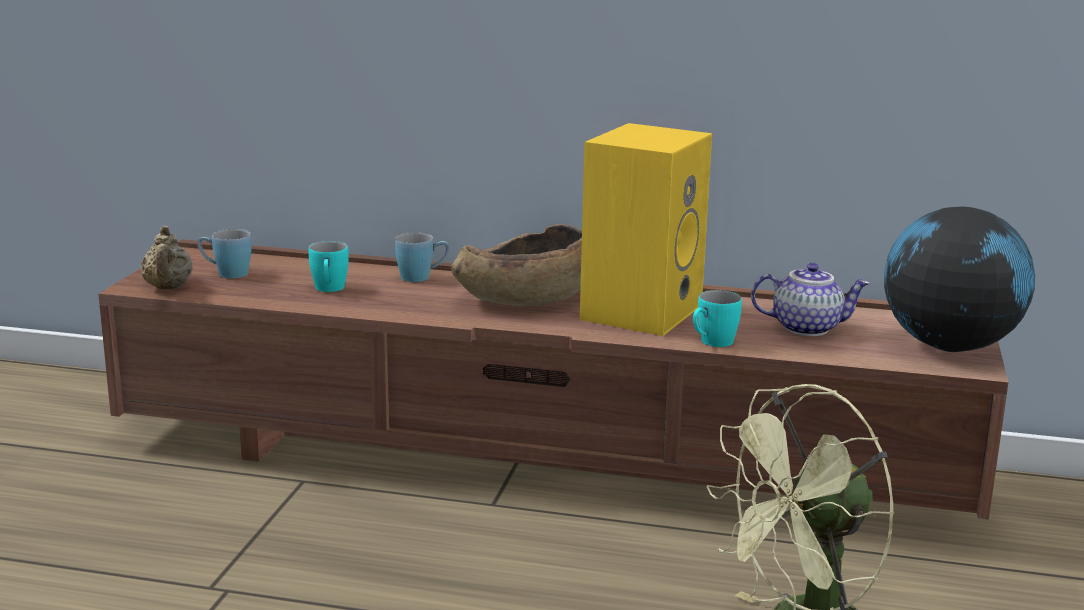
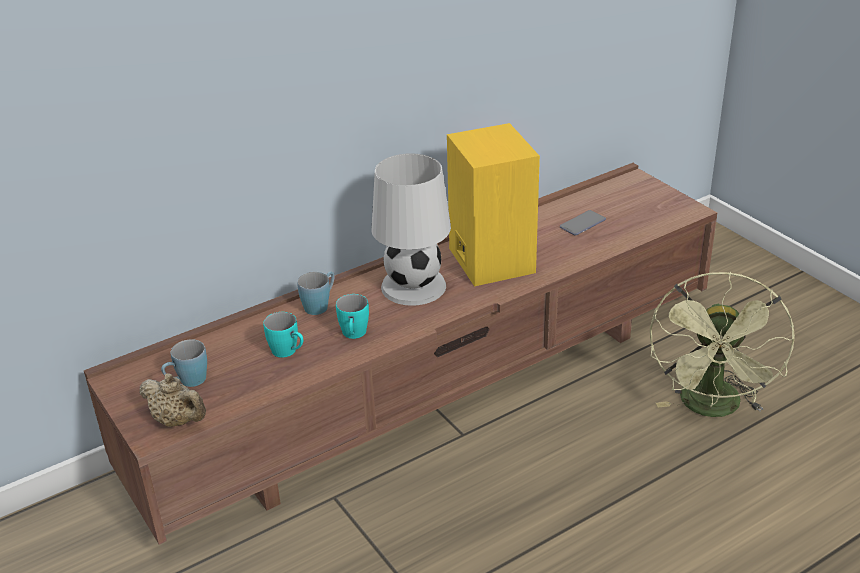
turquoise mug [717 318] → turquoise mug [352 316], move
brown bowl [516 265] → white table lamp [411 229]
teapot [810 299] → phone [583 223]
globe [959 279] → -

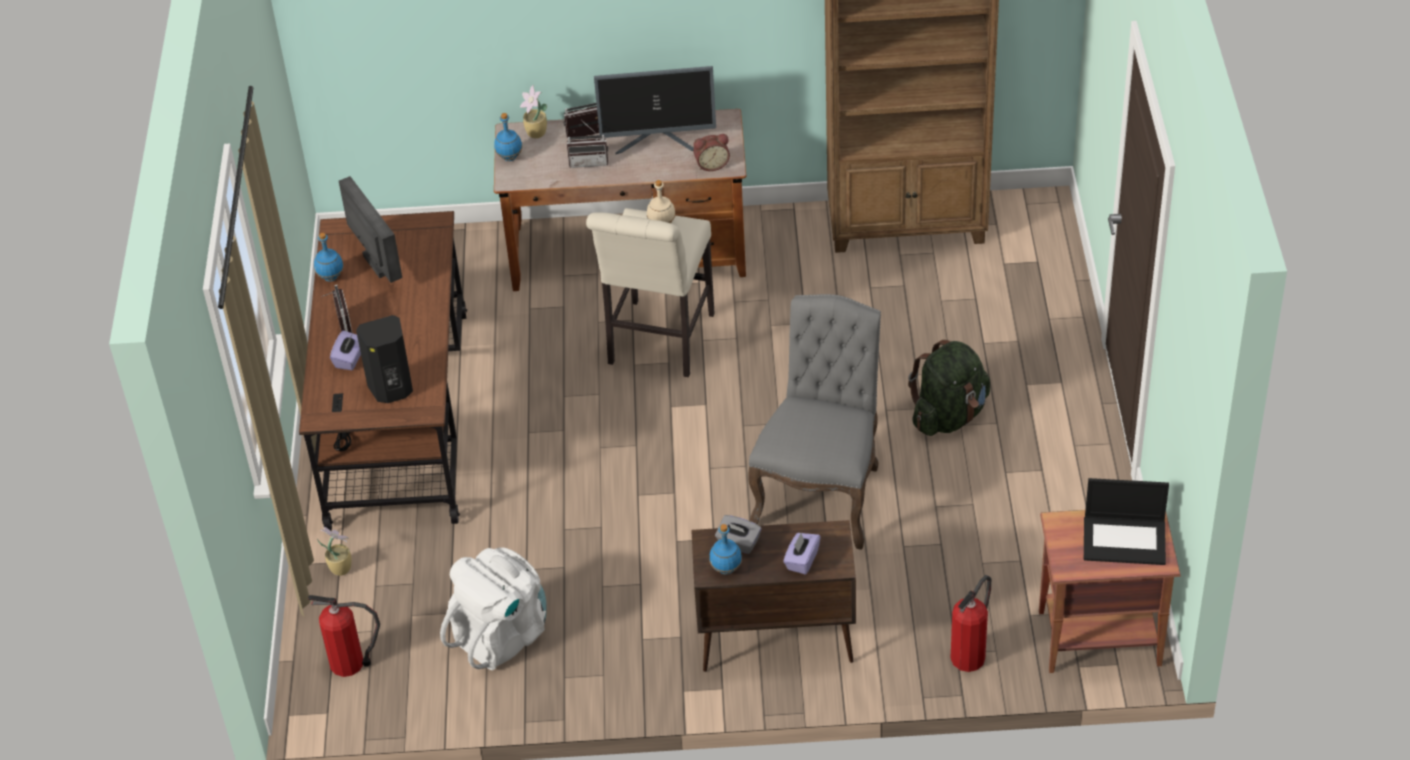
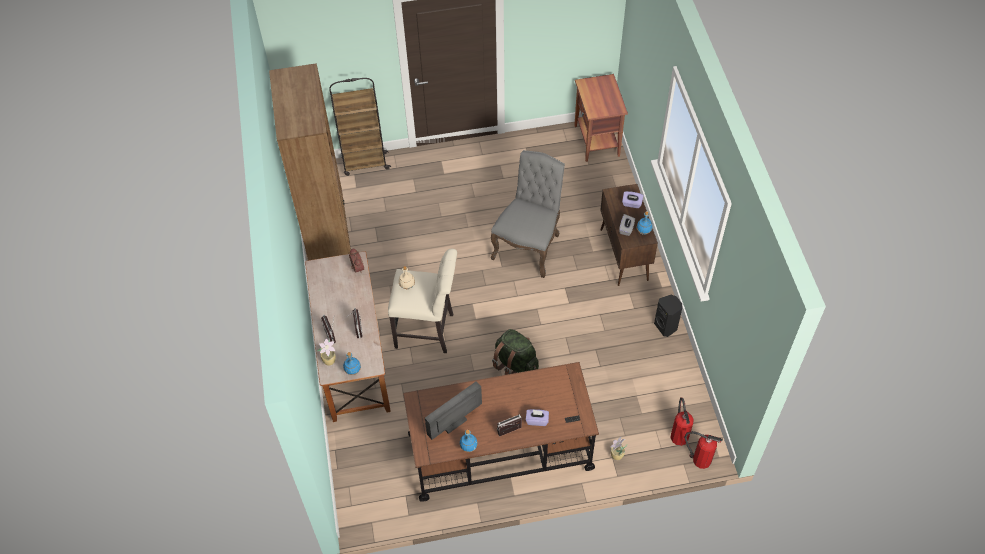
- → brown cart [360 127]
grey chair [814 422] → grey chair [528 214], 105 degrees clockwise
green backpack [949 388] → green backpack [515 352], move
black speaker [384 359] → black speaker [668 315], move
fire extinguisher [971 623] → fire extinguisher [703 450], move
white backpack [493 608] → -
monitor [655 110] → -
laptop [1126 521] → -

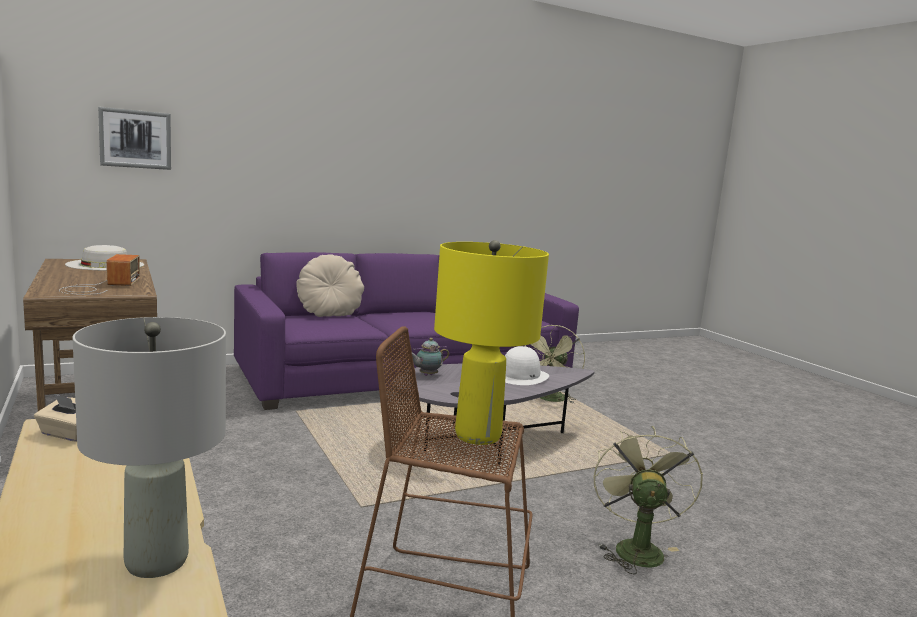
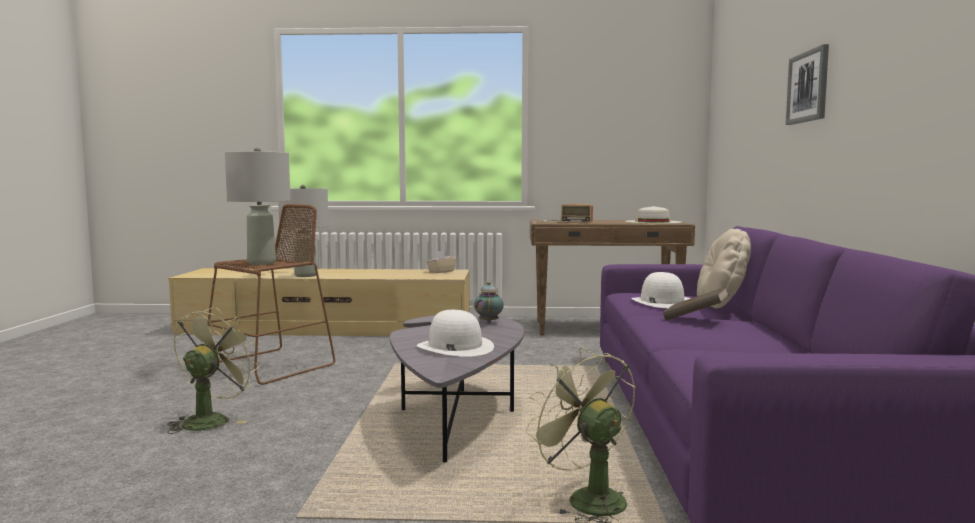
green fan [648 500] → green fan [214 370], 105 degrees counterclockwise
yellow table lamp [491 342] → grey table lamp [258 206]
- → white hat [661 290]
- → brown book [696 304]
picture [134 138] → picture [807 84], move

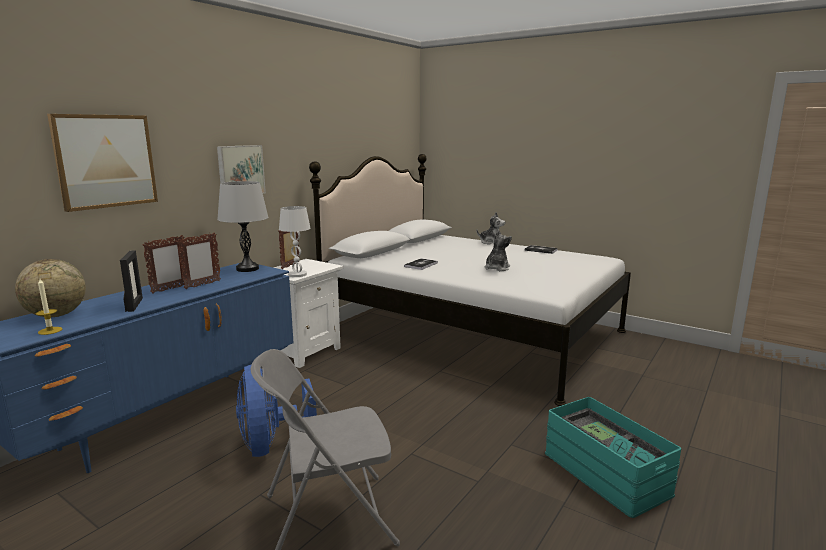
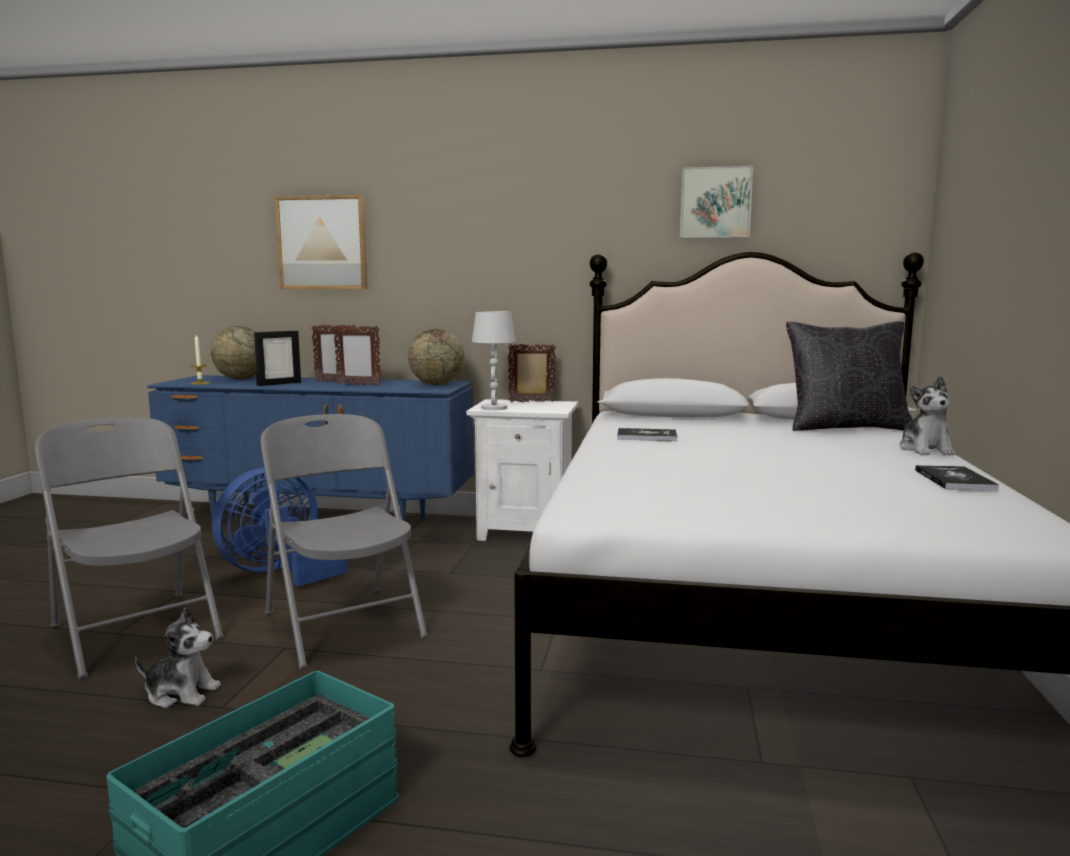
plush toy [498 250] → plush toy [178 657], move
- → grey chair [344 541]
grey table lamp [242 226] → globe [436 357]
picture [241 169] → picture [716 202], move
- → black pillow [848 376]

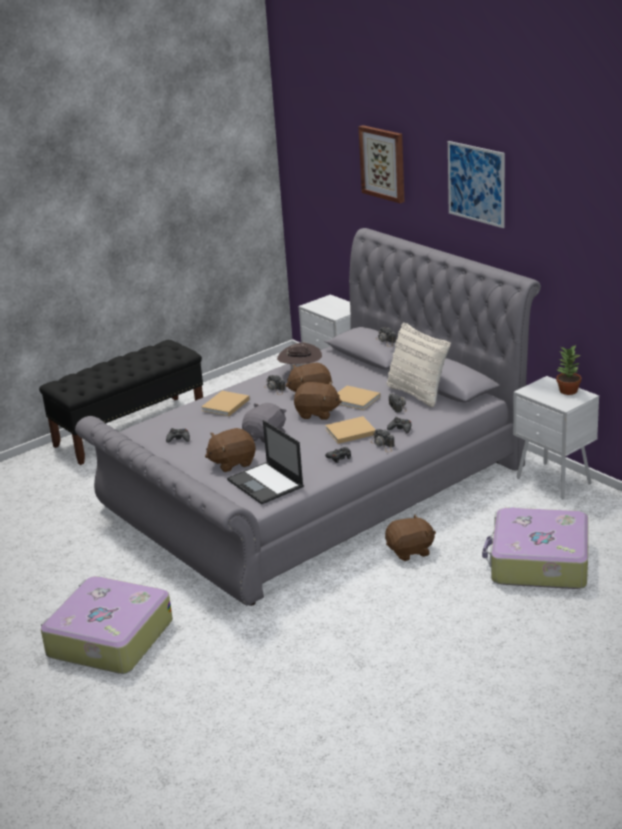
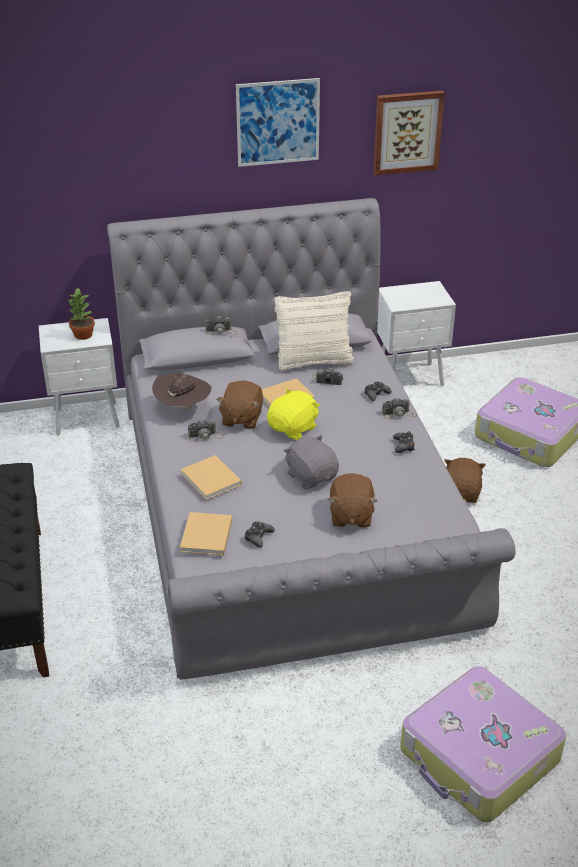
potted plant [569 370] → potted plant [81 314], move
beige book [350 430] → beige book [206 534], move
brown plush toy [318 400] → yellow plush toy [293 414]
picture [381 164] → picture [409 132], move
laptop [265 462] → -

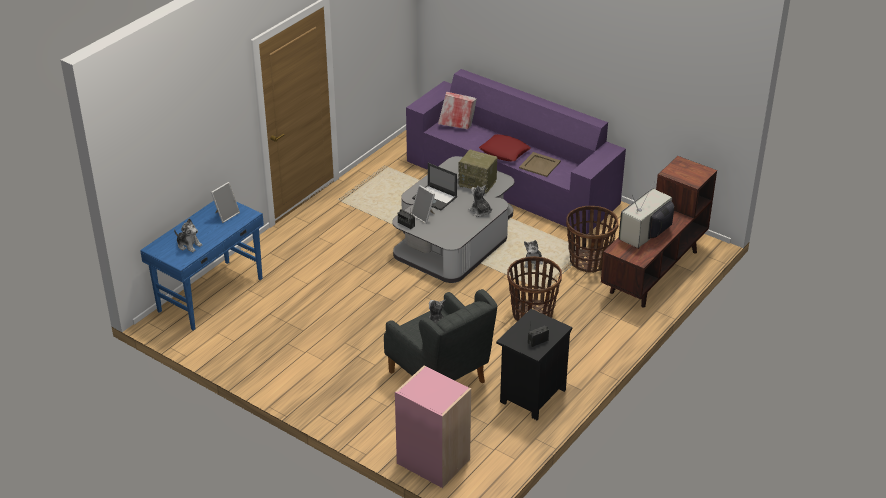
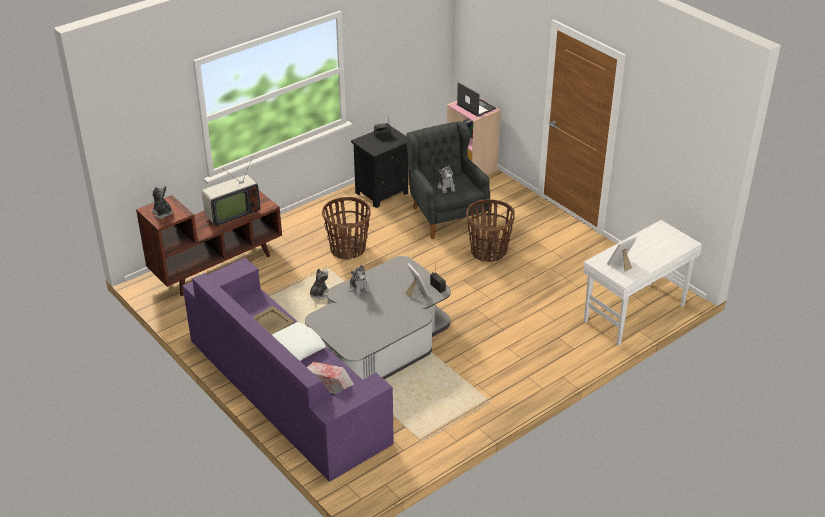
plush toy [188 235] → plush toy [162 202], move
red pillow [505 147] → white pillow [298 341]
laptop [434 187] → laptop [476 99], move
basket [592 239] → basket [490 230], move
blue console table [202 266] → white console table [642 283]
radio [477 171] → -

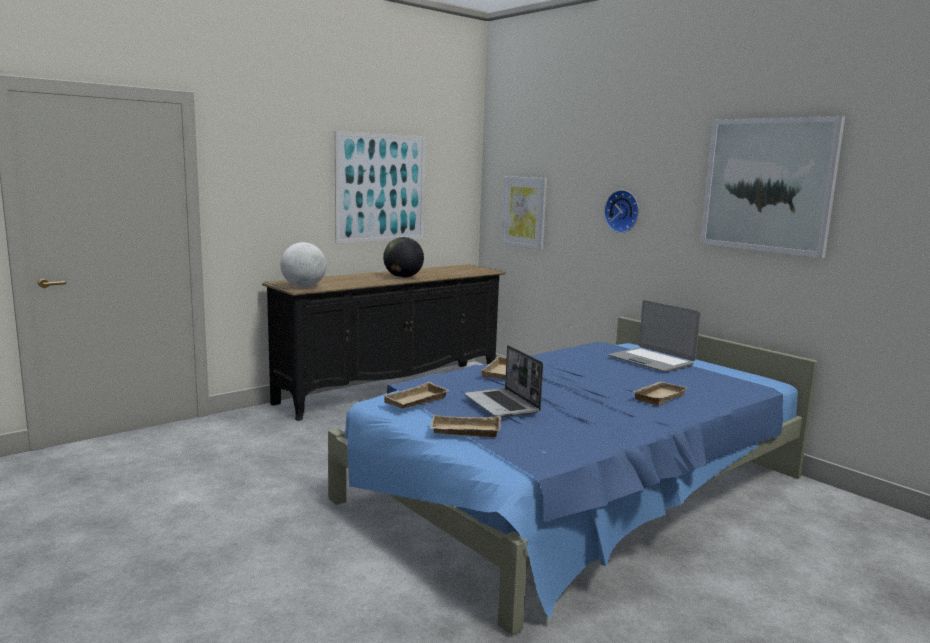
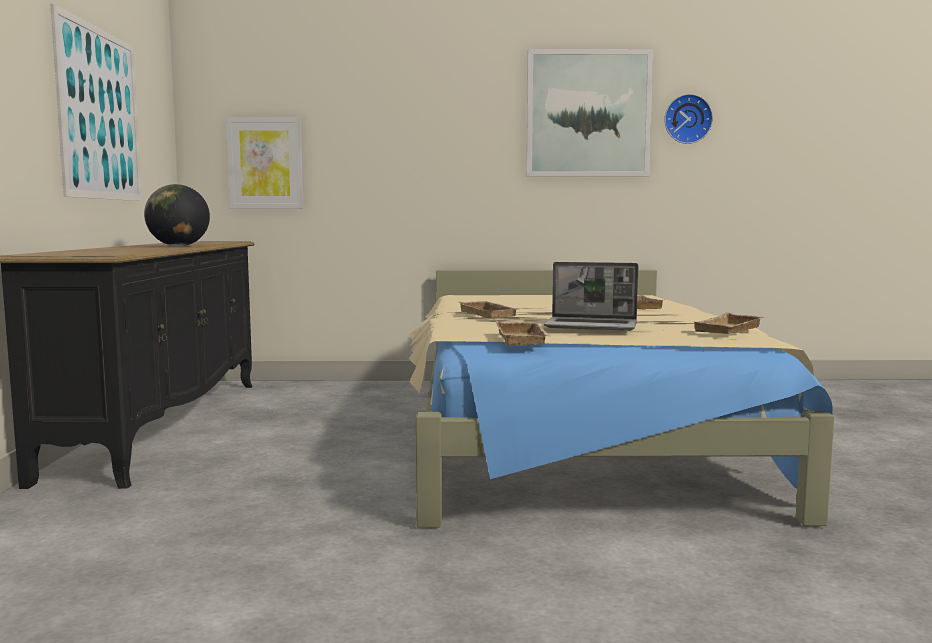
blue bed [572 476] → beige bed [621 399]
wall clock [621 211] → wall clock [688 119], move
beige tray [465 426] → beige tray [728 323], move
globe [303 264] → -
laptop [654 336] → -

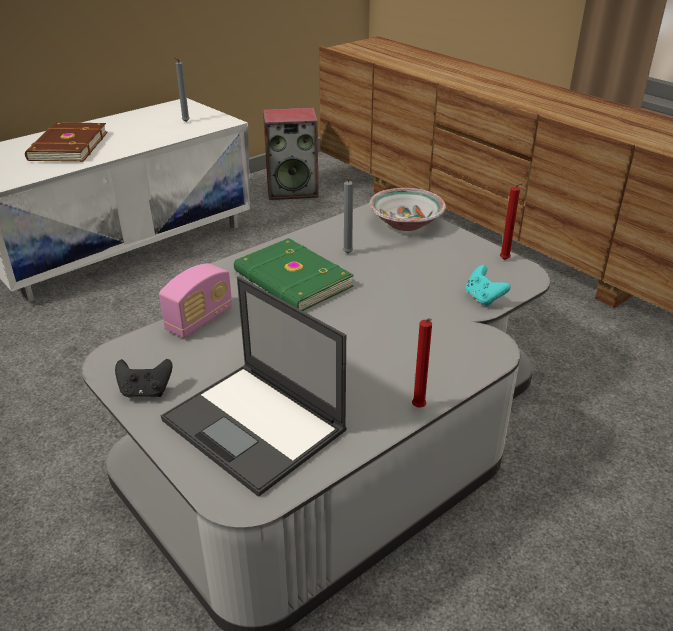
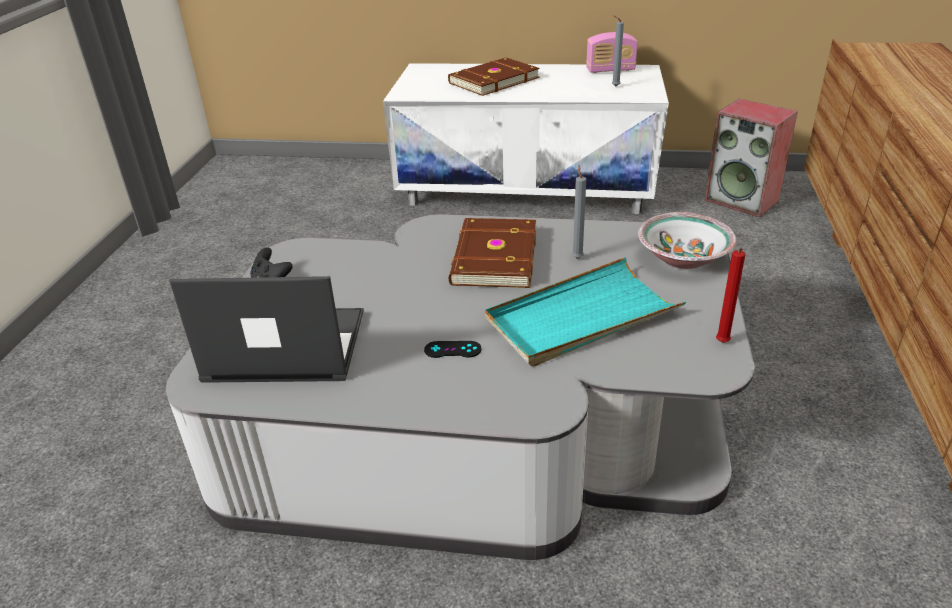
laptop [254 387] → laptop [266 329], 90 degrees clockwise
- → black game controller [453 349]
green book [294 274] → brown book [492 253]
- → turquoise tray [585 312]
radio [195 300] → radio [612 52], move
red candle [422 362] → -
turquoise game controller [488 286] → -

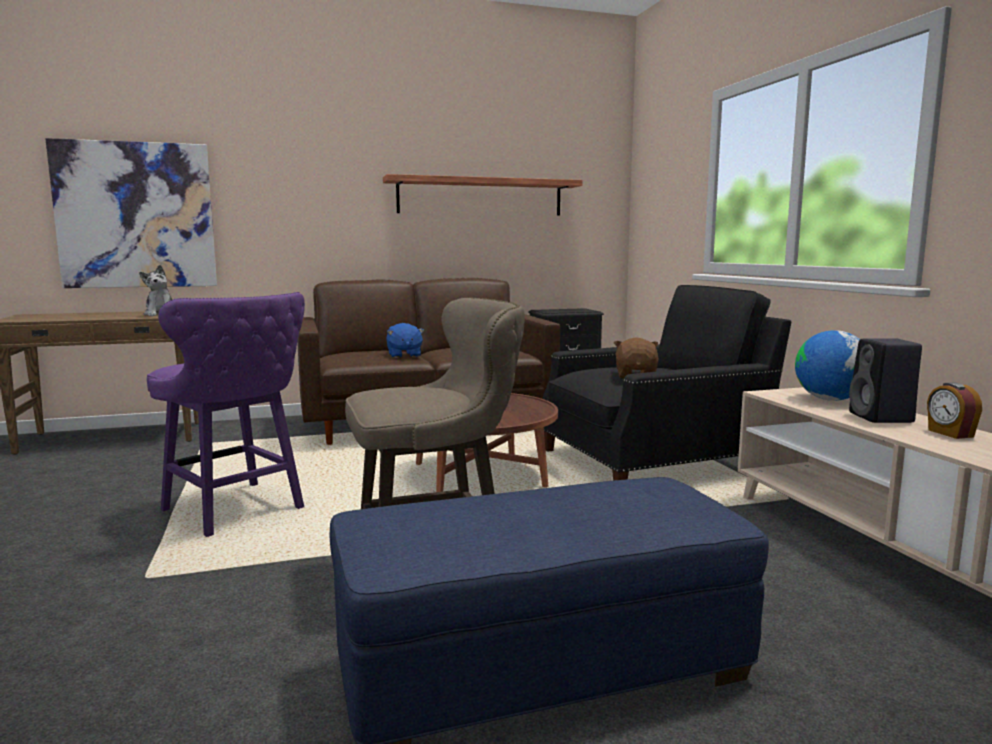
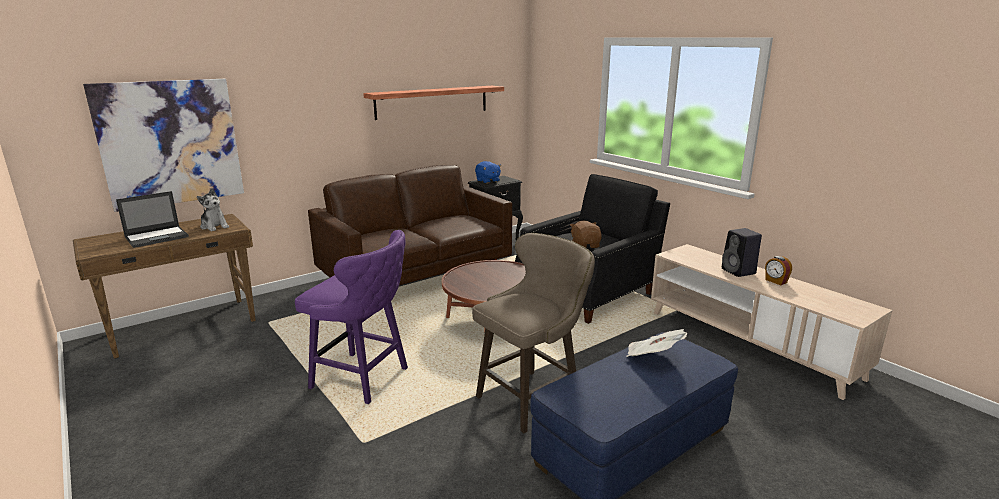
- → laptop [152 219]
blue plush toy [405 340] → blue plush toy [488 172], move
- → newspaper [656 343]
globe [827 365] → -

